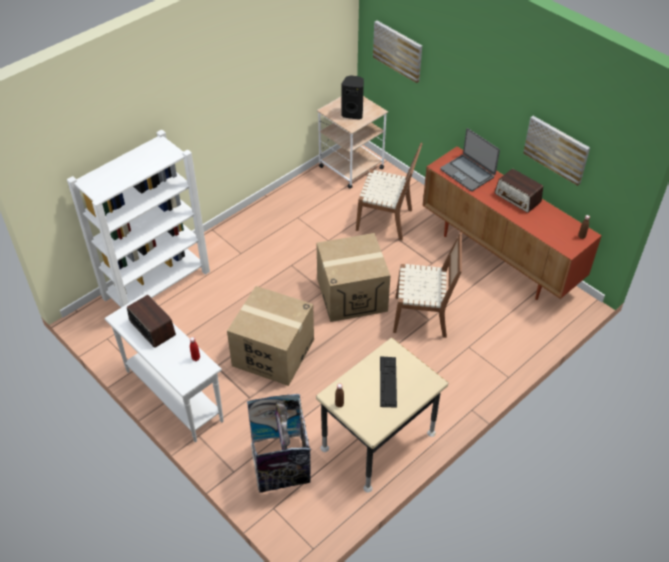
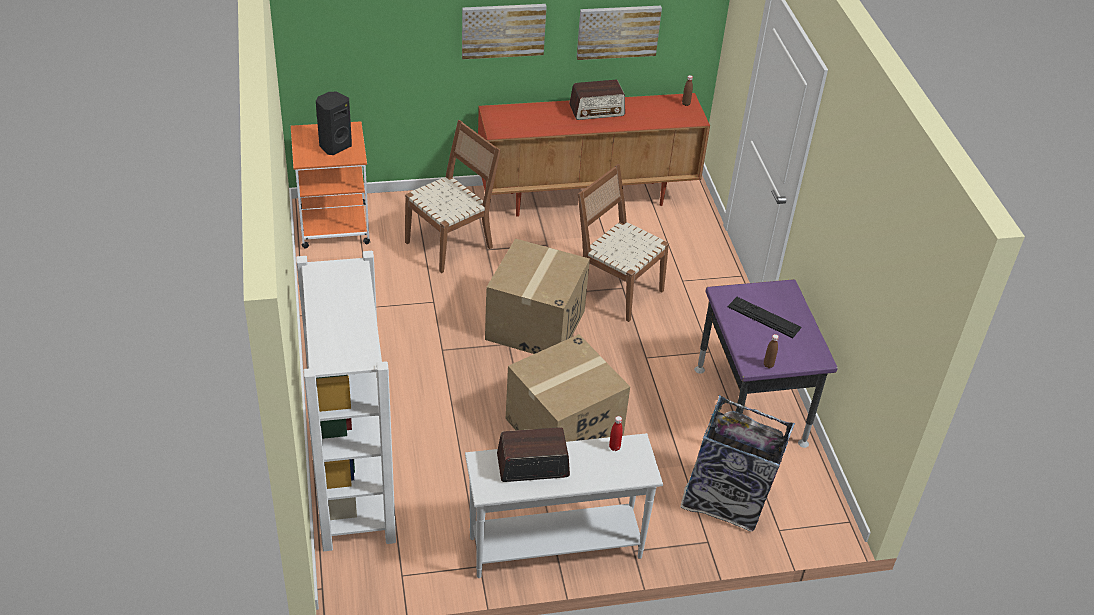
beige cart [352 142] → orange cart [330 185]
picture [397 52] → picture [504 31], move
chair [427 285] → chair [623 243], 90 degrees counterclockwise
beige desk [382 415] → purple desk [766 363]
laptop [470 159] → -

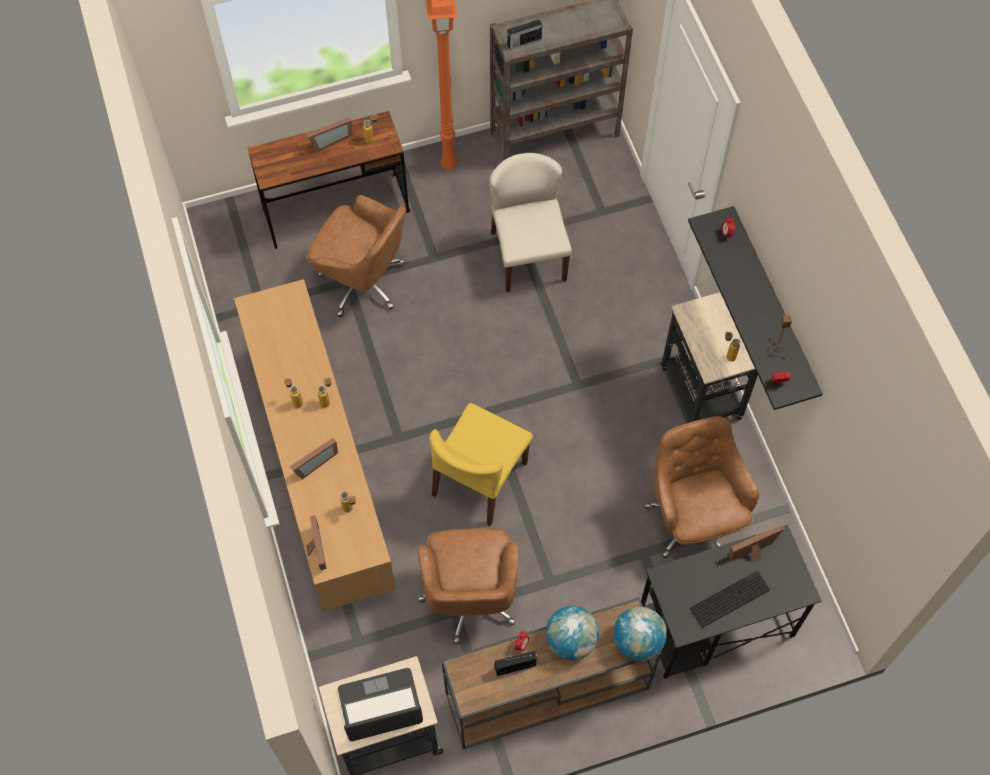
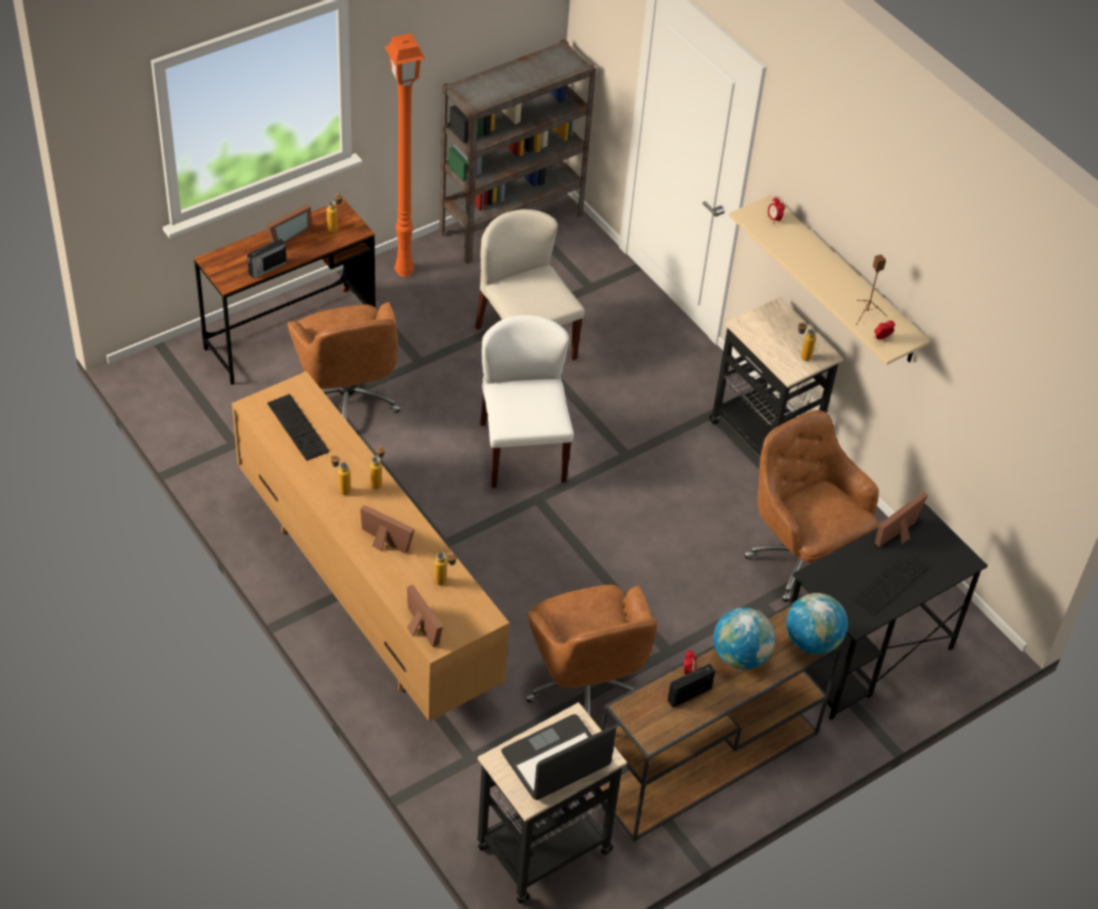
radio [524 34] → radio [267 258], move
- → keyboard [298 427]
brown office chair [356 256] → brown office chair [344 360], 60 degrees clockwise
picture frame [314 458] → picture frame [387 529], 90 degrees counterclockwise
- → white chair [527 401]
black shelf [755 308] → beige shelf [829 280]
yellow chair [481 464] → -

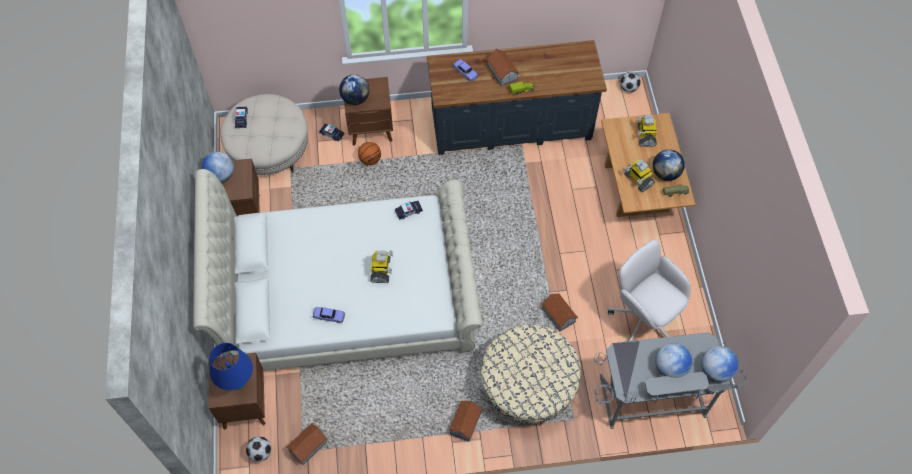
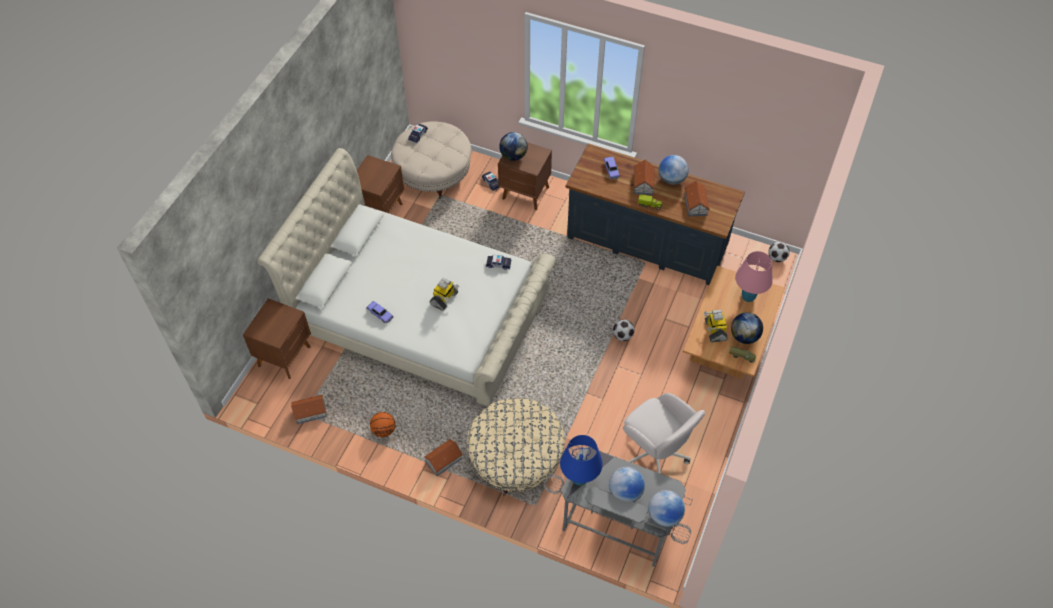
basketball [369 153] → basketball [382 424], move
blue table lamp [231 366] → blue table lamp [581 460], move
football [258 449] → football [624 330], move
white office chair [649 290] → white office chair [664 433], 150 degrees clockwise
globe [217 167] → globe [674 170], move
toy house [560 312] → toy house [697 198], move
toy robot [647 131] → pink table lamp [753 276]

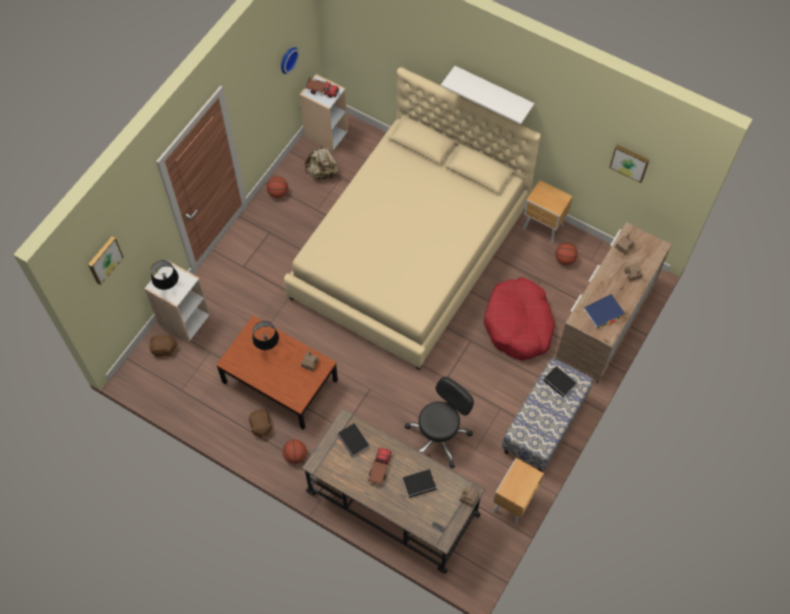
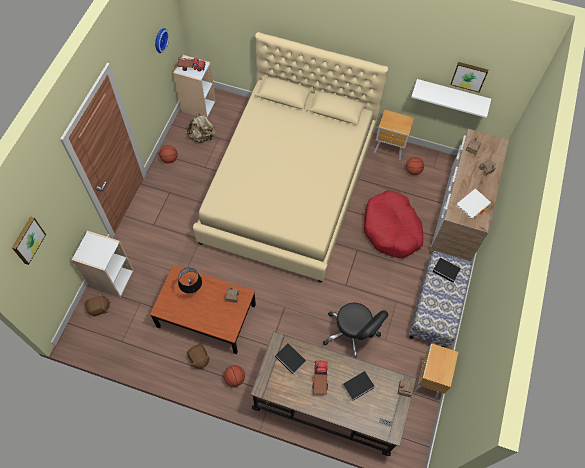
black office chair [439 423] → black office chair [355 330], 105 degrees clockwise
white shelf [487 95] → white shelf [451 98], move
blue book [604 311] → white book [473 204]
black table lamp [164 275] → -

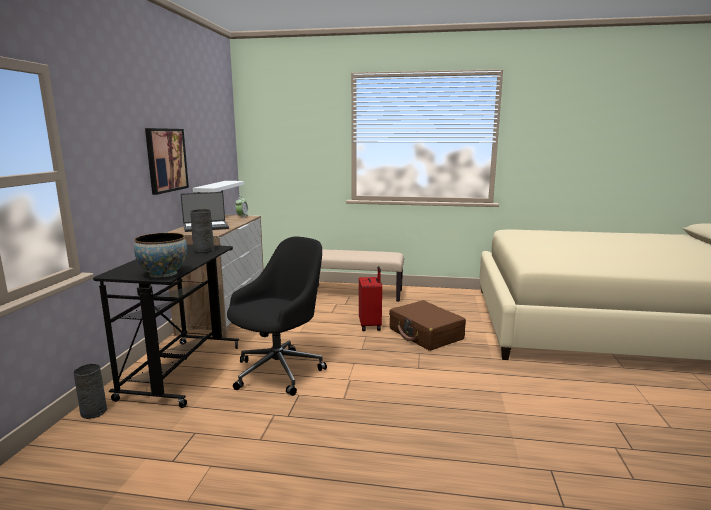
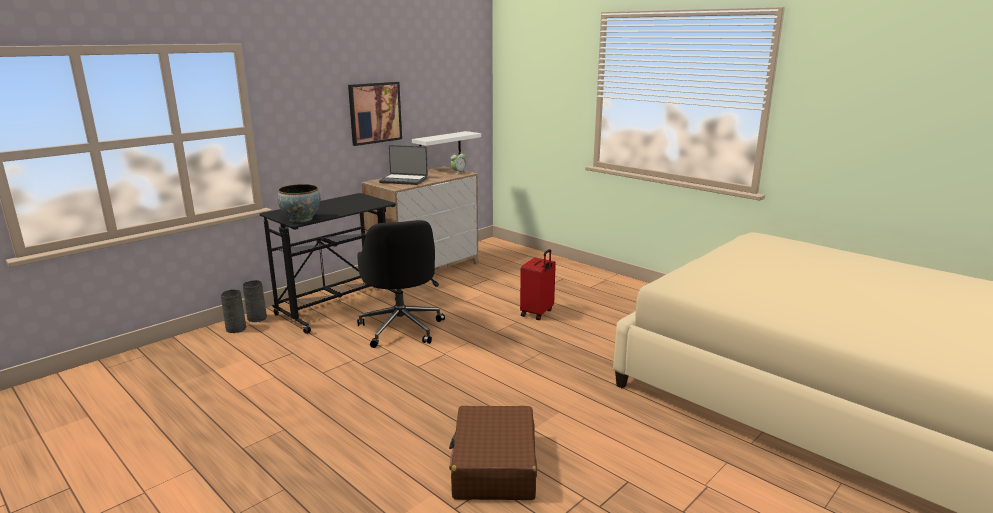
grey vase [202 231] → grey vase [233 311], move
black office chair [277 316] → black office chair [401 284], 90 degrees clockwise
brown suitcase [427 325] → brown suitcase [493 453], move
beige bench [361 275] → -

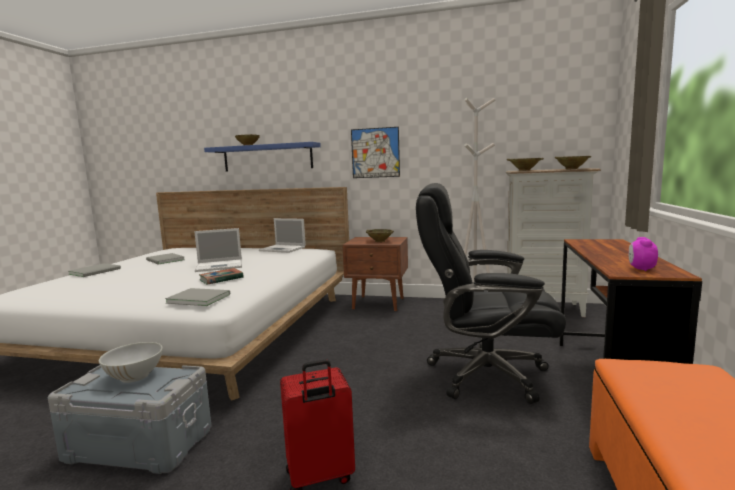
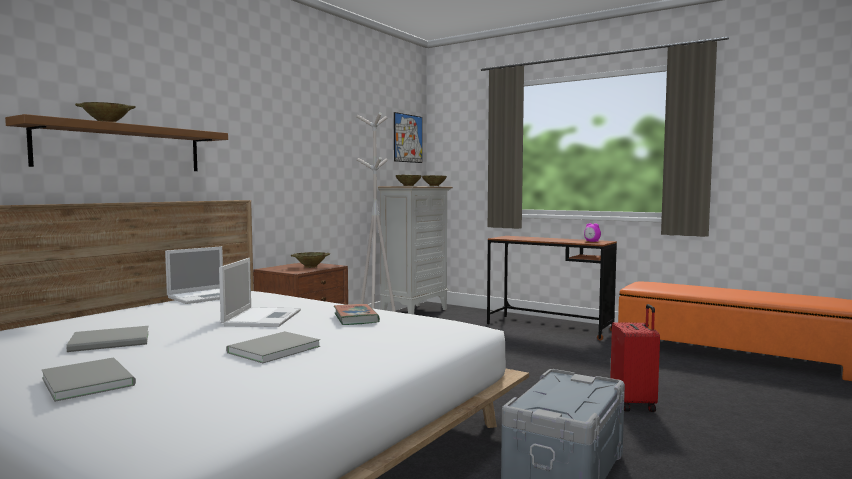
blue shelf [262 157] → brown shelf [116 142]
grey book [197 297] → grey book [273 347], move
picture [375 152] → picture [408 137], move
white bowl [131 362] → -
black office chair [491 293] → -

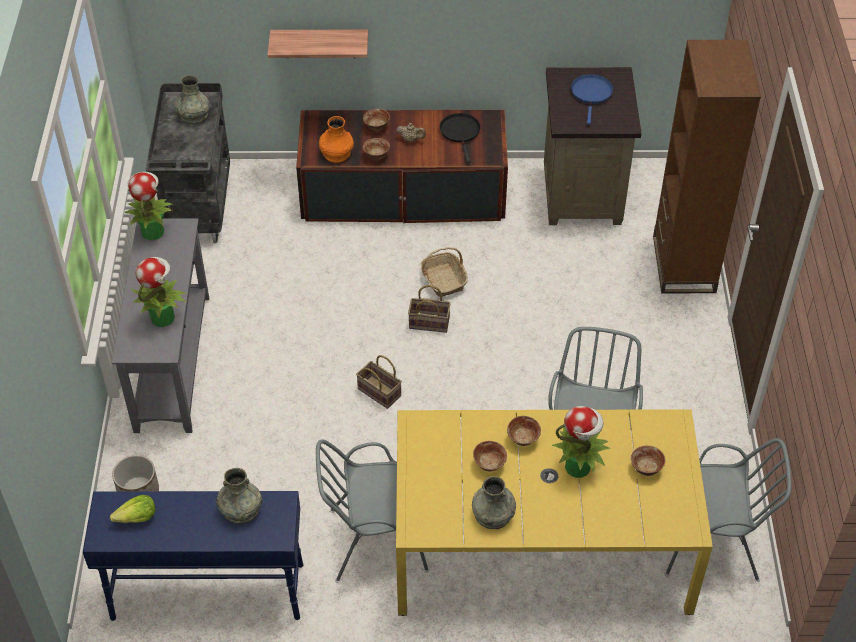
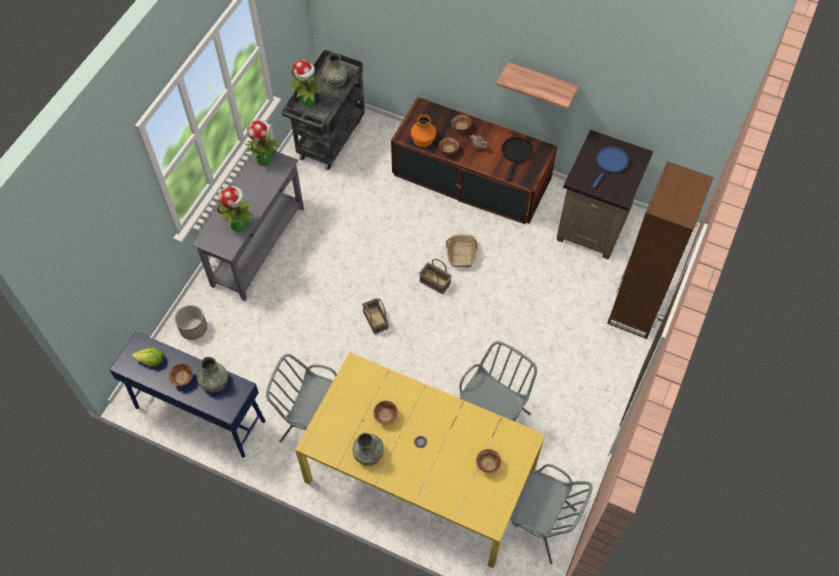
bowl [524 431] → bowl [181 374], move
potted plant [581 442] → potted plant [307 83], move
shelf [317 44] → shelf [537 85], move

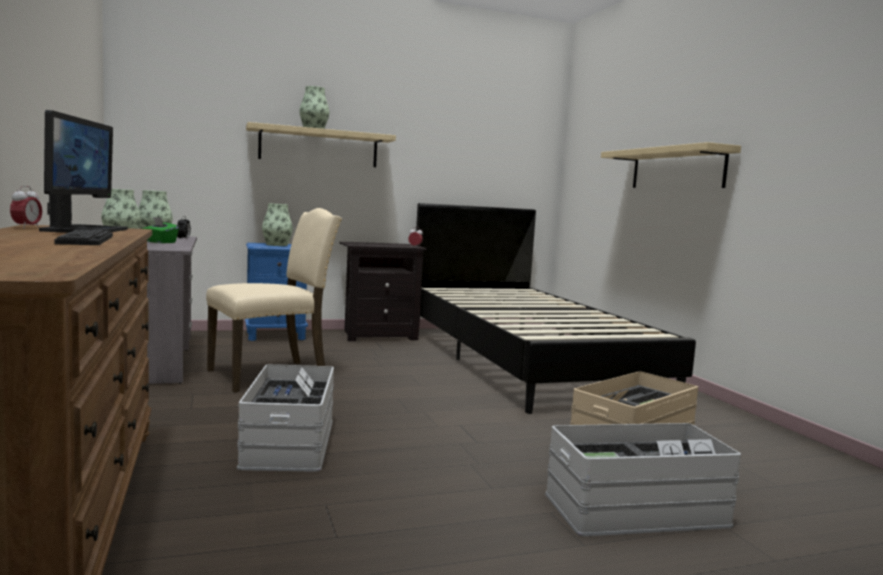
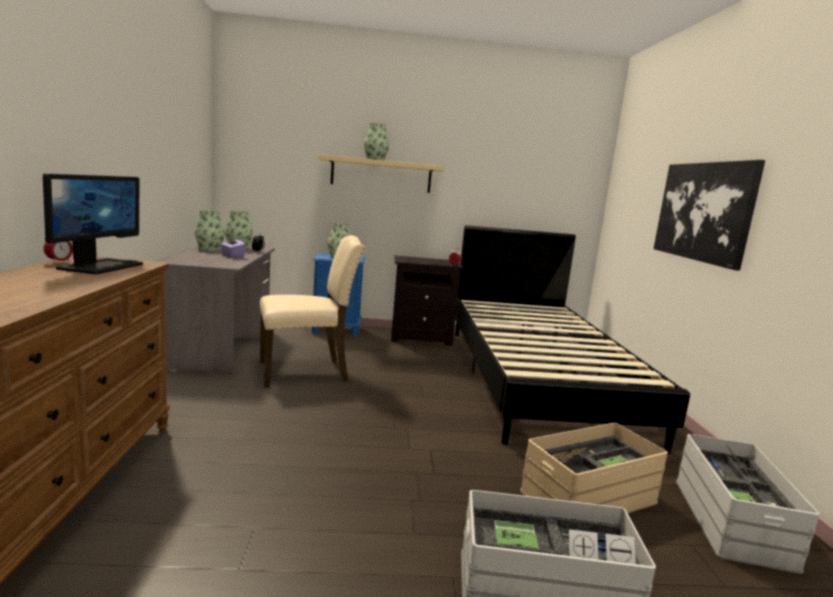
green tissue box [160 230] → purple tissue box [233 246]
beige shelf [671 165] → picture [709 215]
grey storage box [285 418] → grey storage box [747 504], move
keyboard [83 237] → -

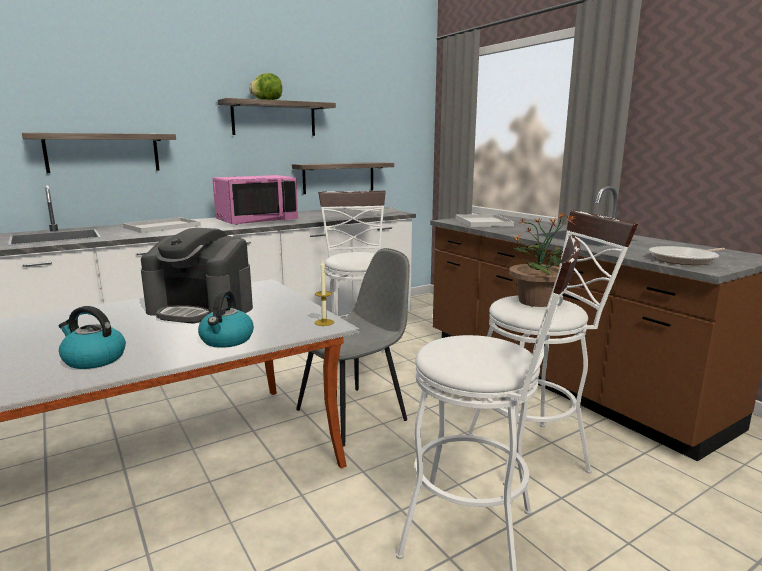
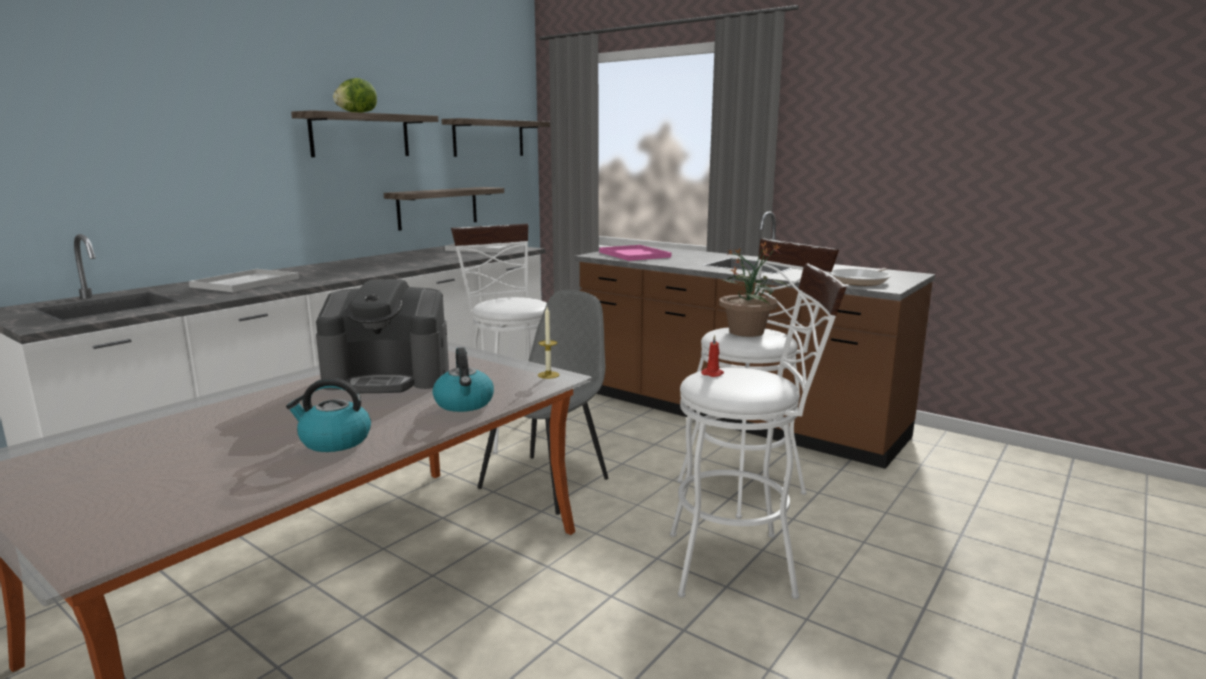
shelf [99 153] → shelf [495 137], move
white tray [485 220] → pink tray [635 253]
- → red candle [712 356]
pink microwave [255 200] → -

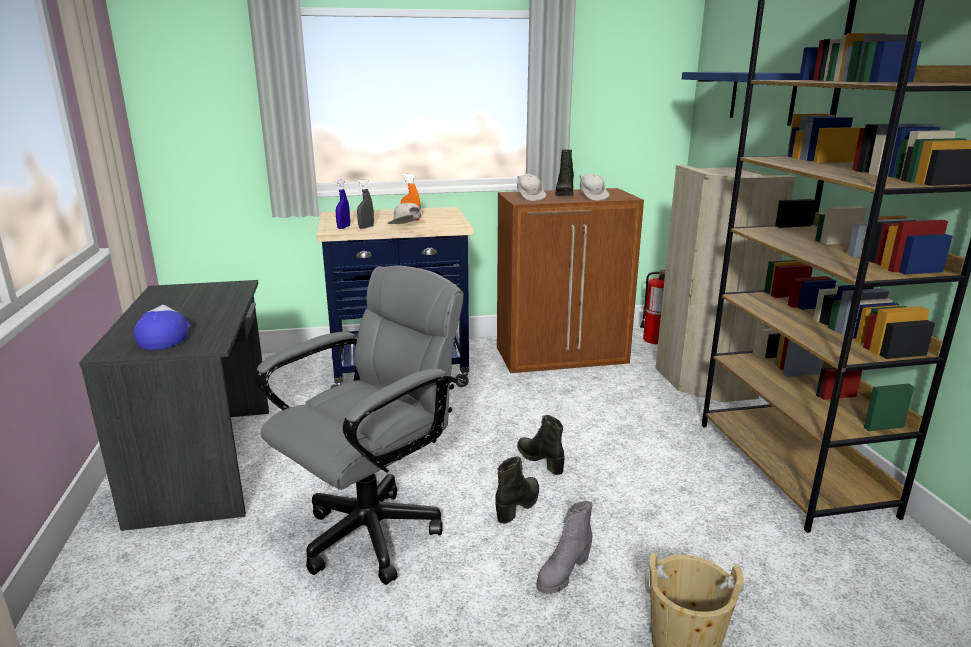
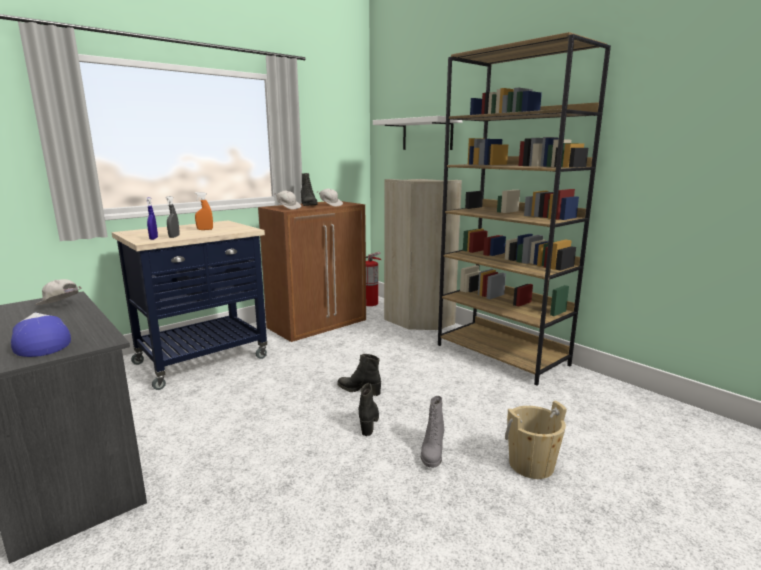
white cap [406 213] → white cap [58 292], move
blue shelf [741 99] → white shelf [418 133]
grey office chair [359 425] → -

